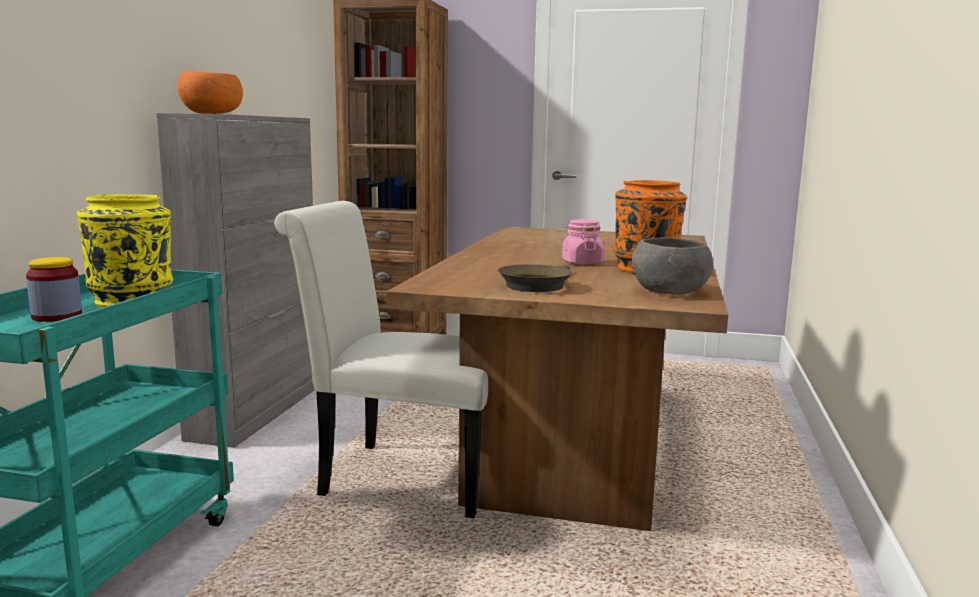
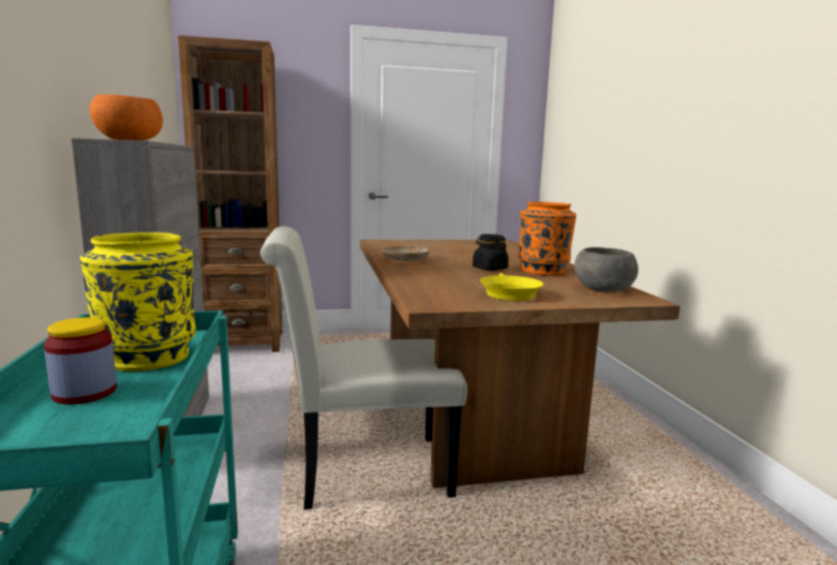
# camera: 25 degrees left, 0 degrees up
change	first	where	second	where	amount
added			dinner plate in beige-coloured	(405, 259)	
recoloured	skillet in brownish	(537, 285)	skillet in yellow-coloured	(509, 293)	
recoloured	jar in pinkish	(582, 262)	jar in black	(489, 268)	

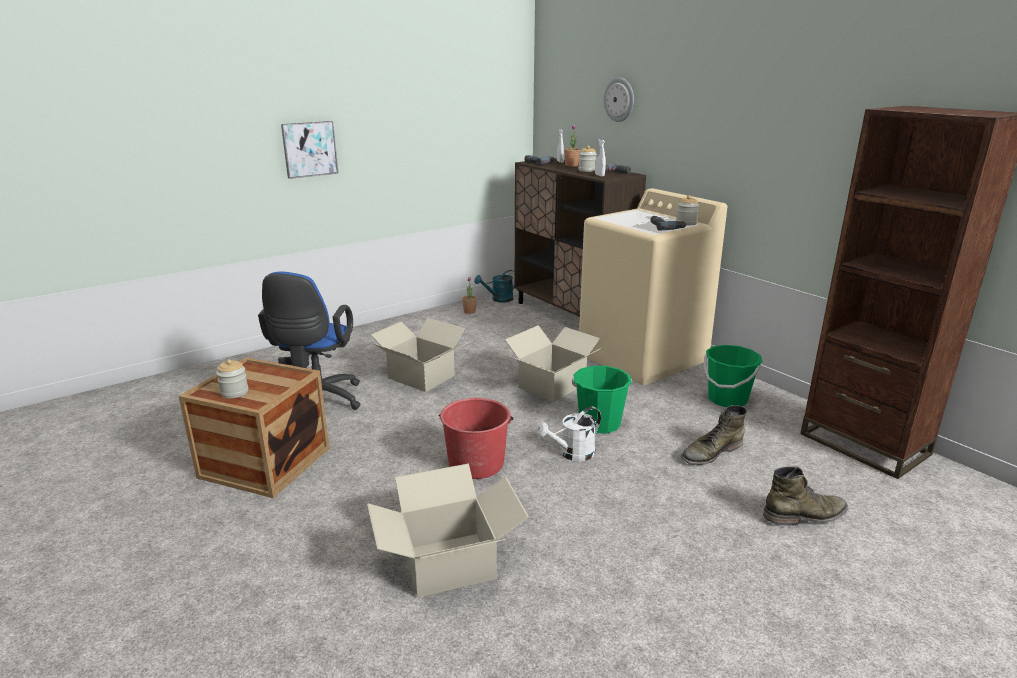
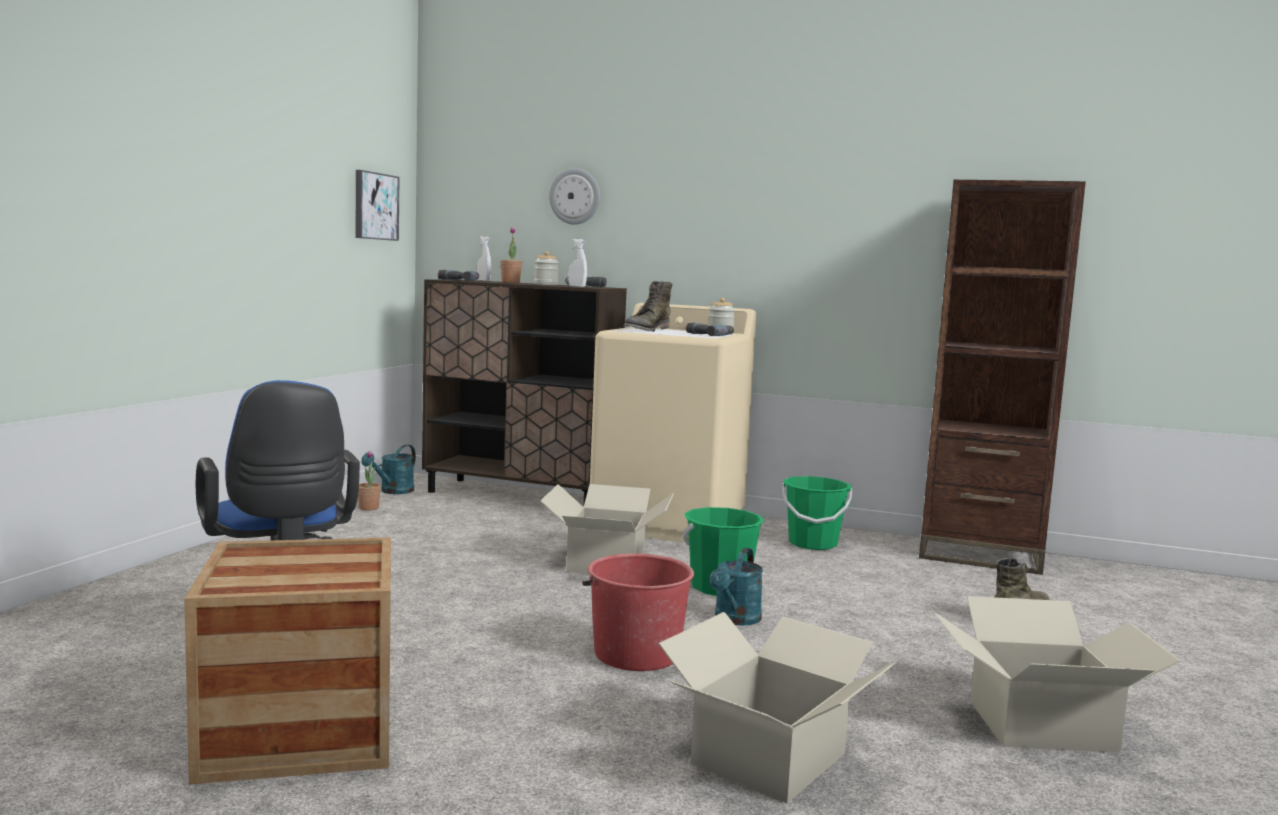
# camera: 35 degrees left, 15 degrees down
change	first	where	second	where	amount
removed	jar	(234, 392)			
moved	wall art	(309, 149)		(375, 206)	
moved	carton	(421, 377)		(1042, 726)	
moved	boot in green	(711, 452)		(646, 330)	
recoloured	watering can in whitish	(572, 454)	watering can in turquoise	(735, 620)	

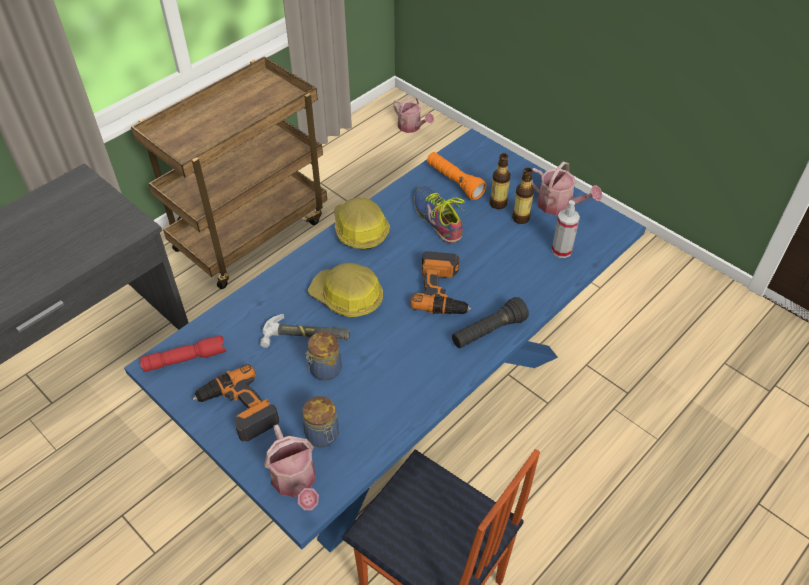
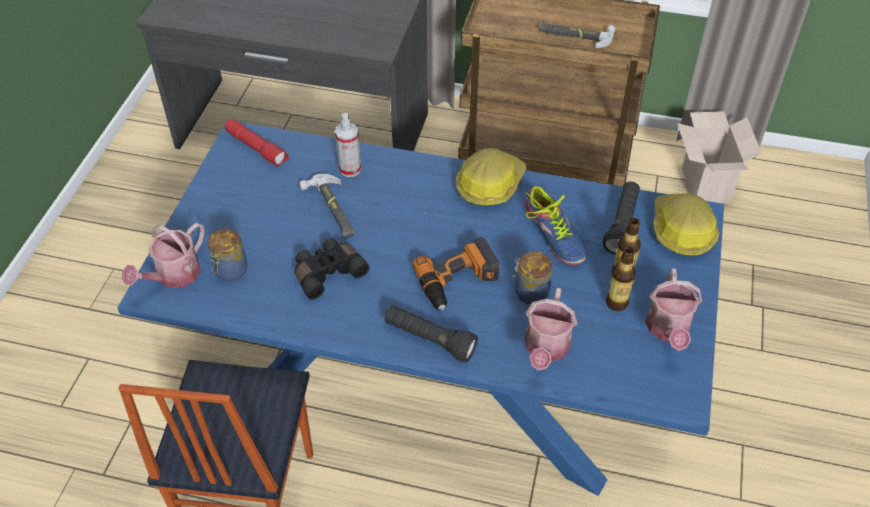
# camera: 60 degrees right, 0 degrees up
change	first	where	second	where	amount
removed	electric drill	(238, 409)			
added			field glasses in black	(328, 272)	
added			hand hammer	(575, 35)	
added			carton	(703, 184)	
moved	jar	(324, 370)		(530, 292)	
moved	work helmet	(347, 297)		(680, 230)	
moved	watering can	(412, 127)		(546, 349)	
moved	spray bottle	(561, 250)		(350, 169)	
recoloured	flashlight in orange-coloured	(454, 182)	flashlight in black	(621, 225)	
turned	shoe	(437, 219)		(554, 235)	120 degrees clockwise

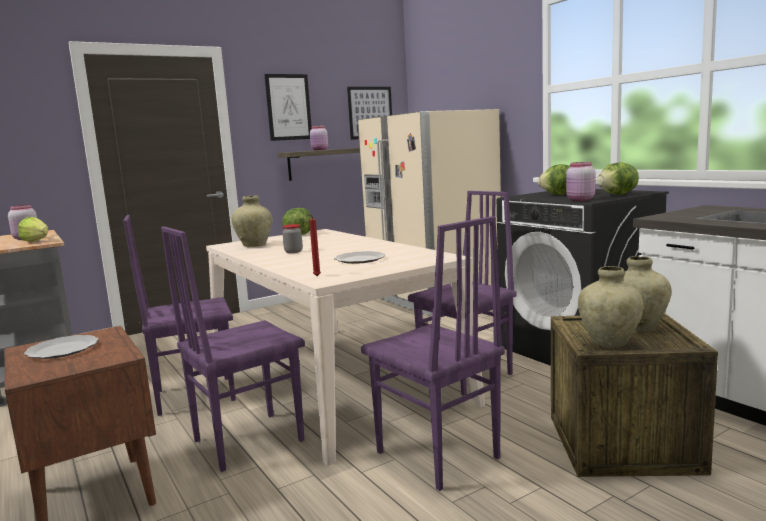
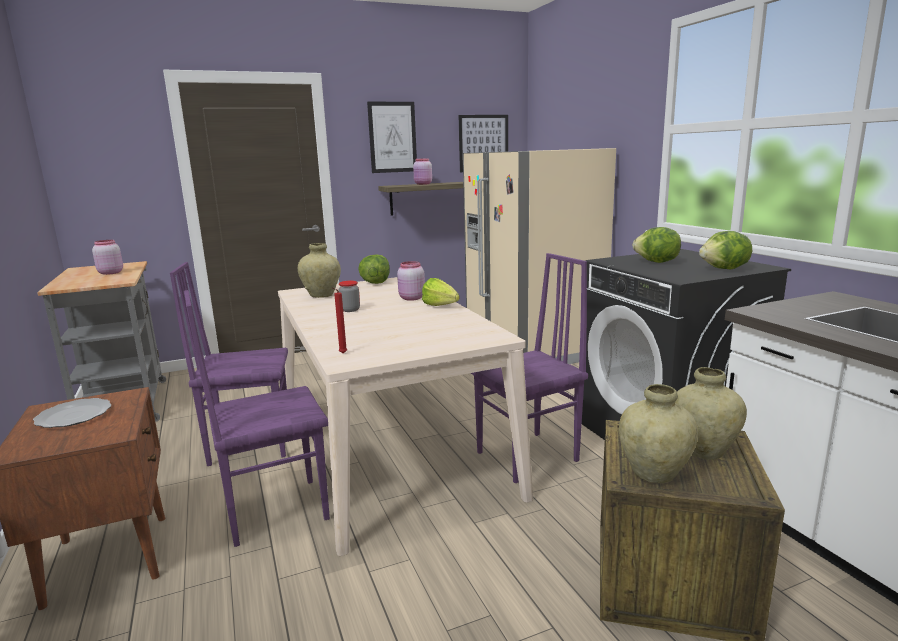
# camera: 10 degrees right, 5 degrees up
change	first	where	second	where	amount
removed	dinner plate	(359, 259)			
removed	plain chair in purple-coloured	(436, 456)			
moved	lettuce head	(38, 242)		(442, 307)	
moved	jar in pinkish	(579, 200)		(411, 298)	

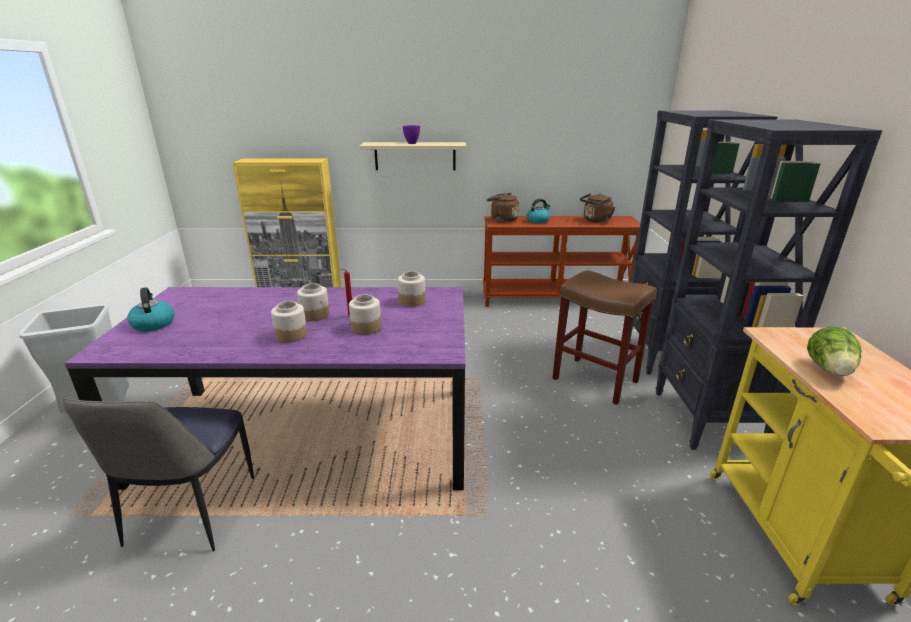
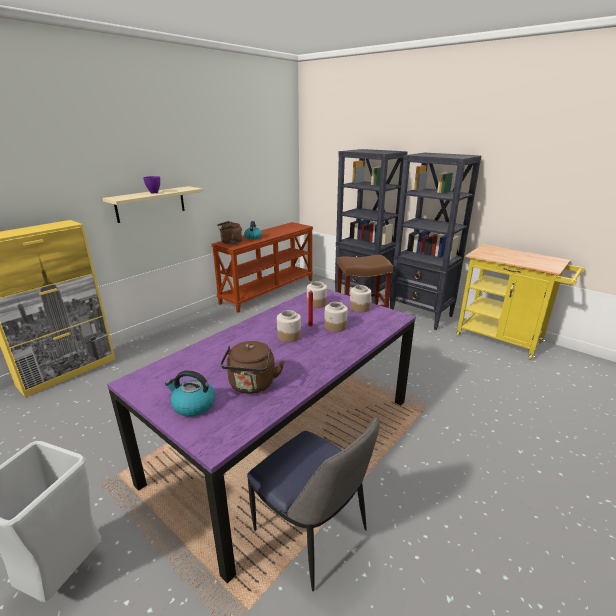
# camera: 50 degrees left, 0 degrees up
change	first	where	second	where	amount
removed	lettuce head	(829, 370)			
moved	jar	(291, 335)		(359, 308)	
moved	water kettle in brownish	(595, 220)		(252, 385)	

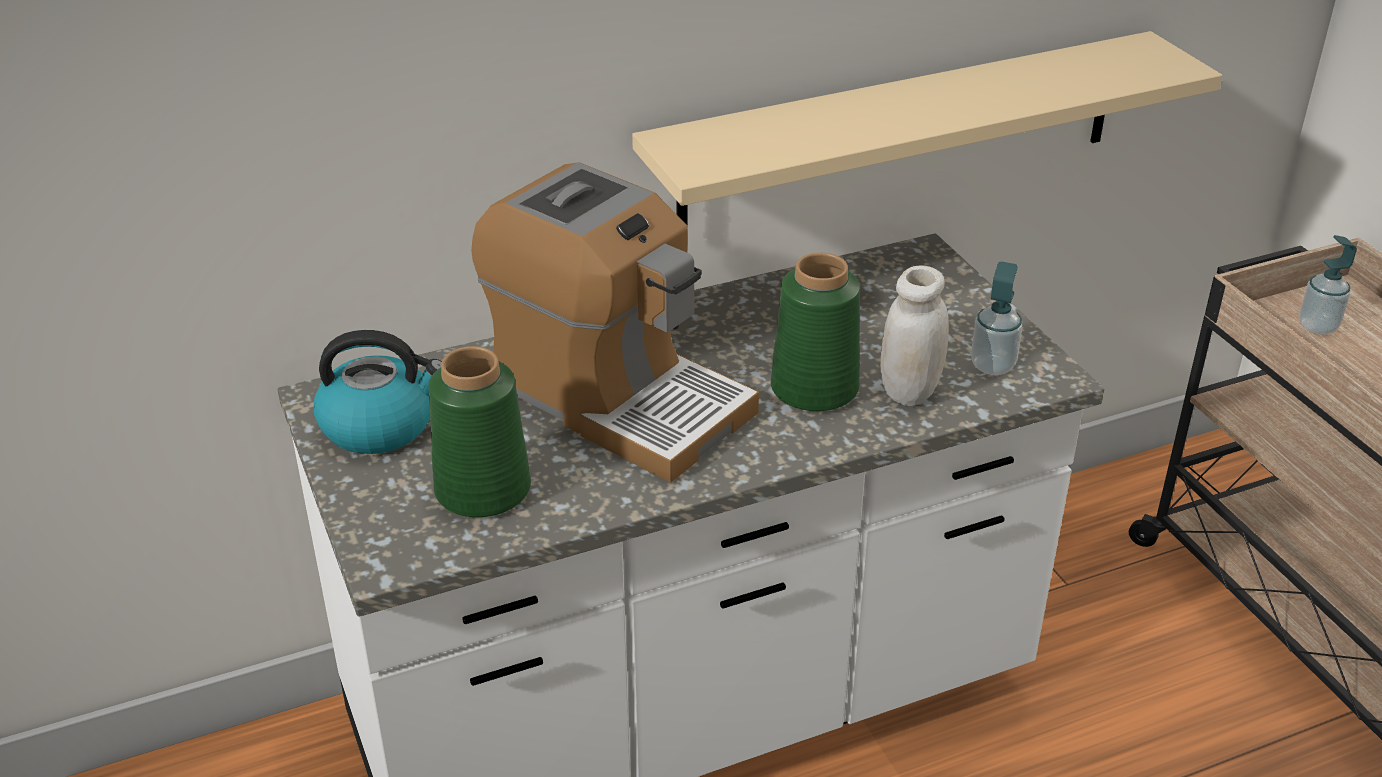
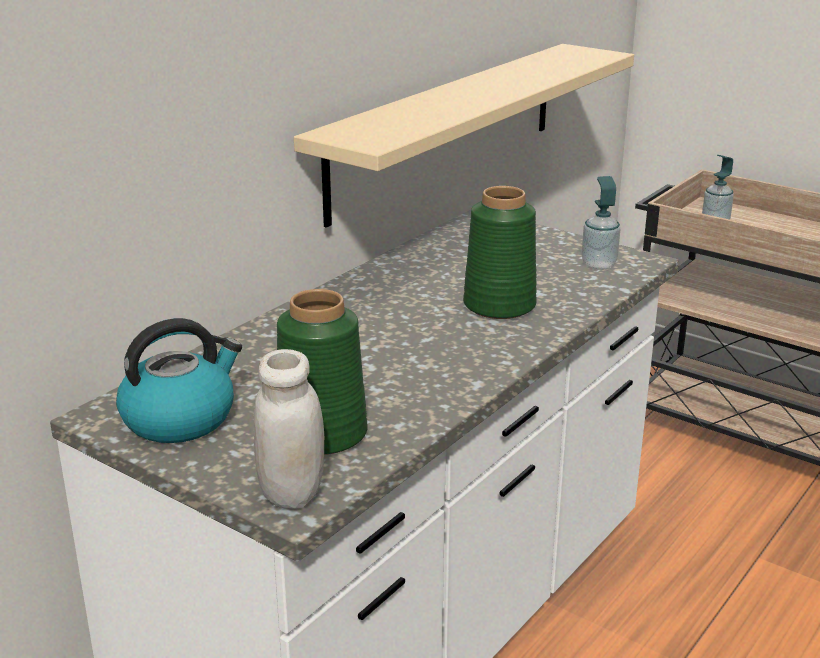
# camera: 30 degrees left, 10 degrees down
change	first	where	second	where	amount
removed	coffee brewer	(617, 398)			
moved	jar in whitish	(910, 391)		(292, 493)	

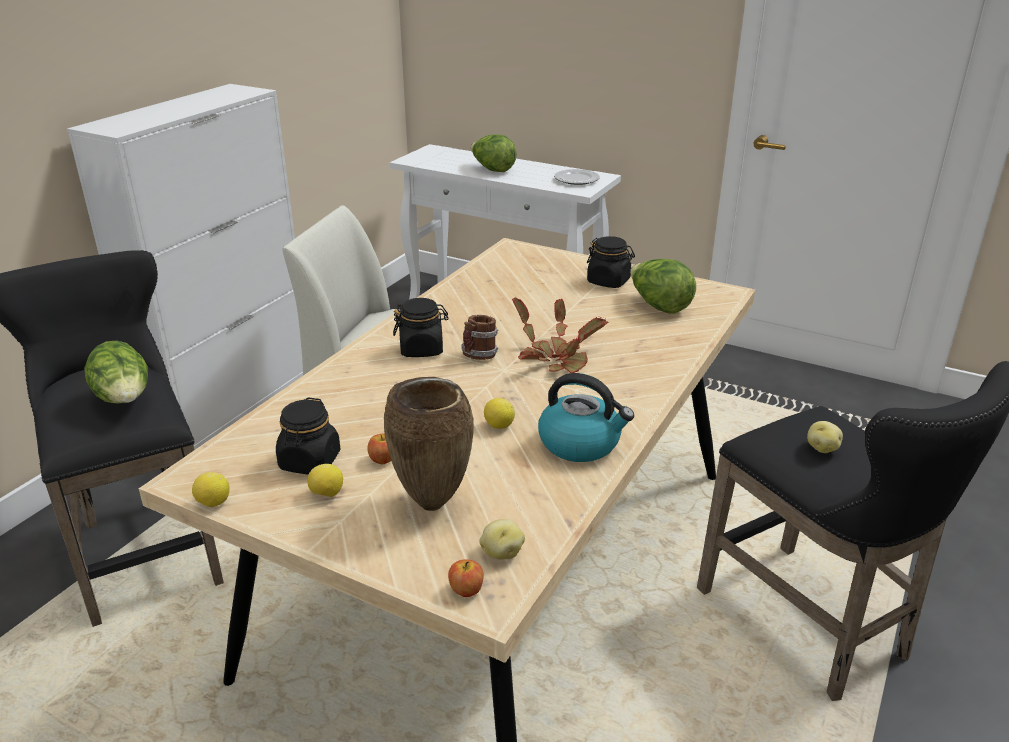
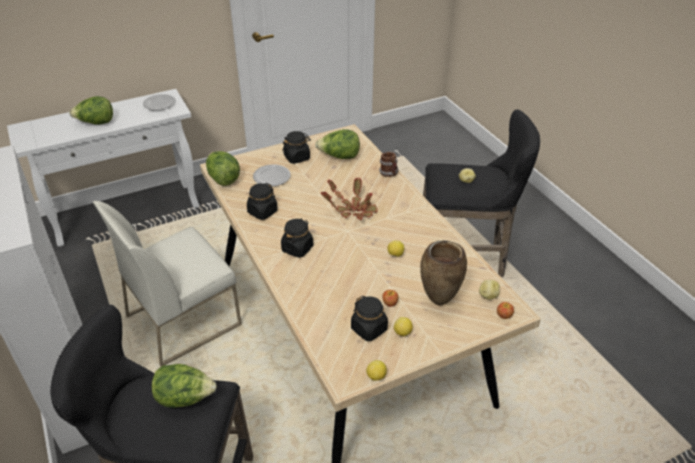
# camera: 55 degrees left, 10 degrees up
change	first	where	second	where	amount
removed	water kettle	(581, 443)			
added			lettuce head	(223, 179)	
added			jar in black	(262, 212)	
added			dinner plate	(272, 177)	
moved	mug	(478, 356)		(389, 174)	

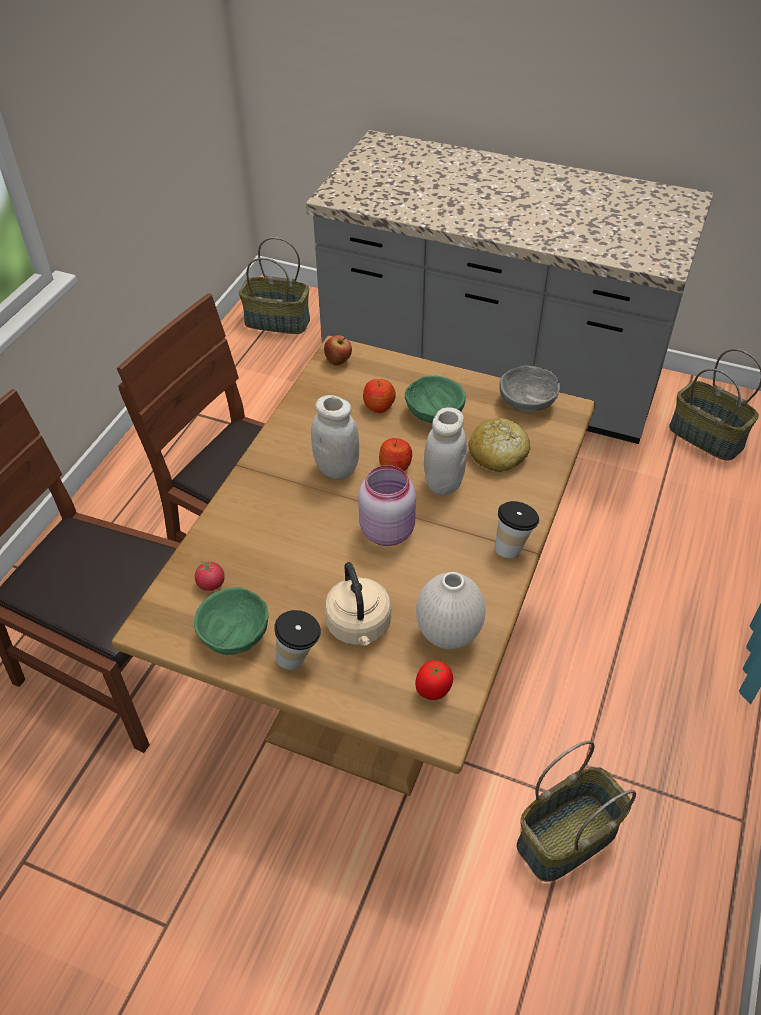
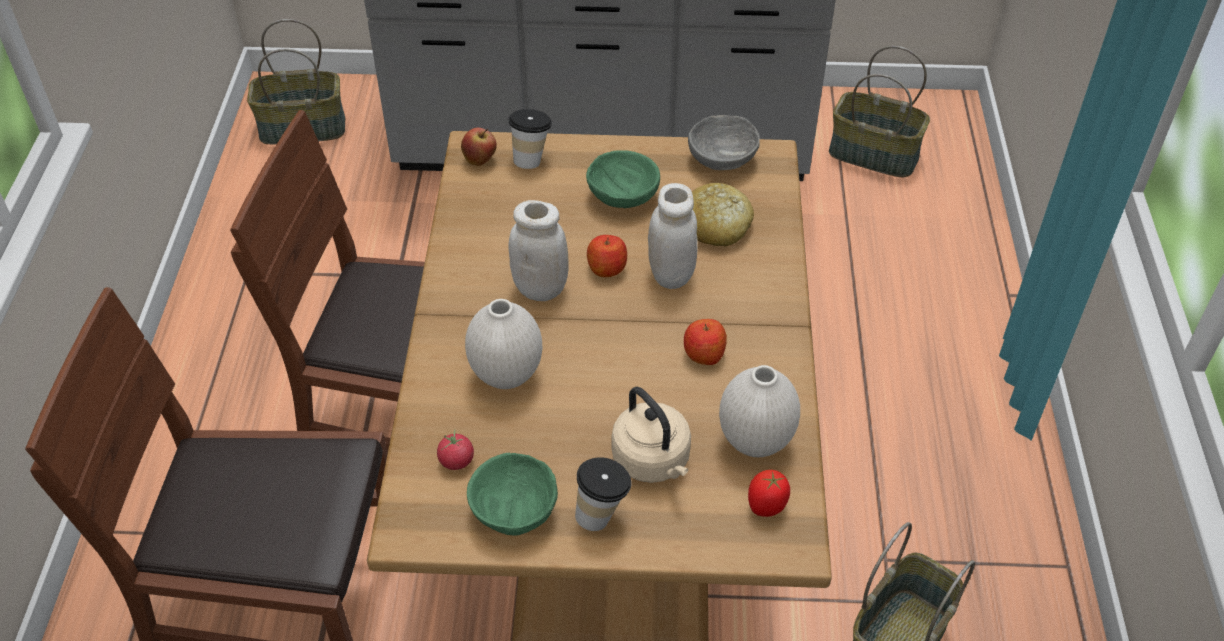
# camera: 20 degrees left, 0 degrees up
change	first	where	second	where	amount
removed	jar in pinkish	(387, 530)			
added			decorative vase in whitish	(506, 377)	
moved	apple fruit	(379, 406)		(704, 353)	
moved	small cup	(512, 546)		(531, 159)	

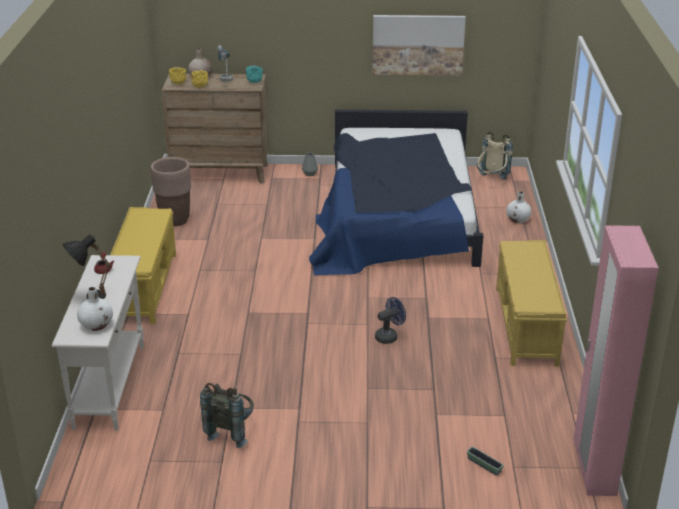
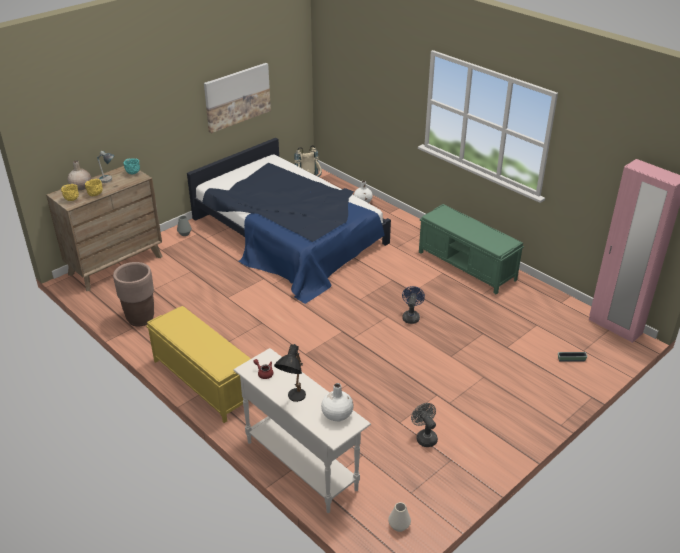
# camera: 45 degrees left, 5 degrees up
change	first	where	second	where	amount
added			decorative vase in whitish	(399, 526)	
replaced	rucksack in gray	(231, 431)	electric fan in gray	(424, 437)	
recoloured	indoor bench in yellow-coloured	(526, 326)	indoor bench in green	(467, 266)	

